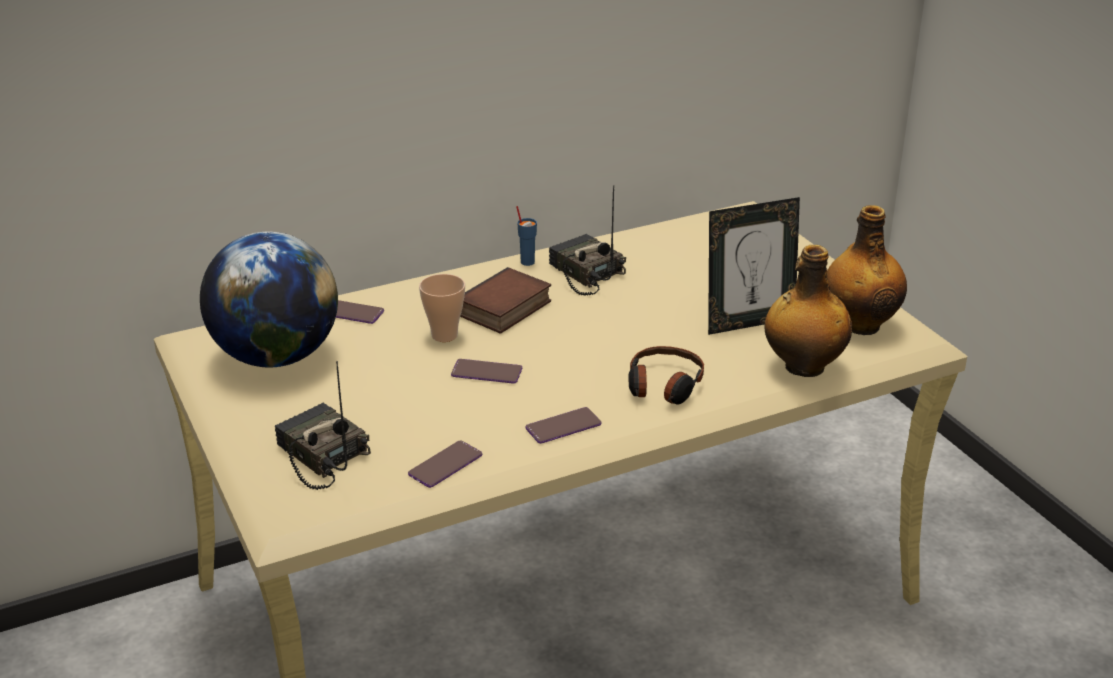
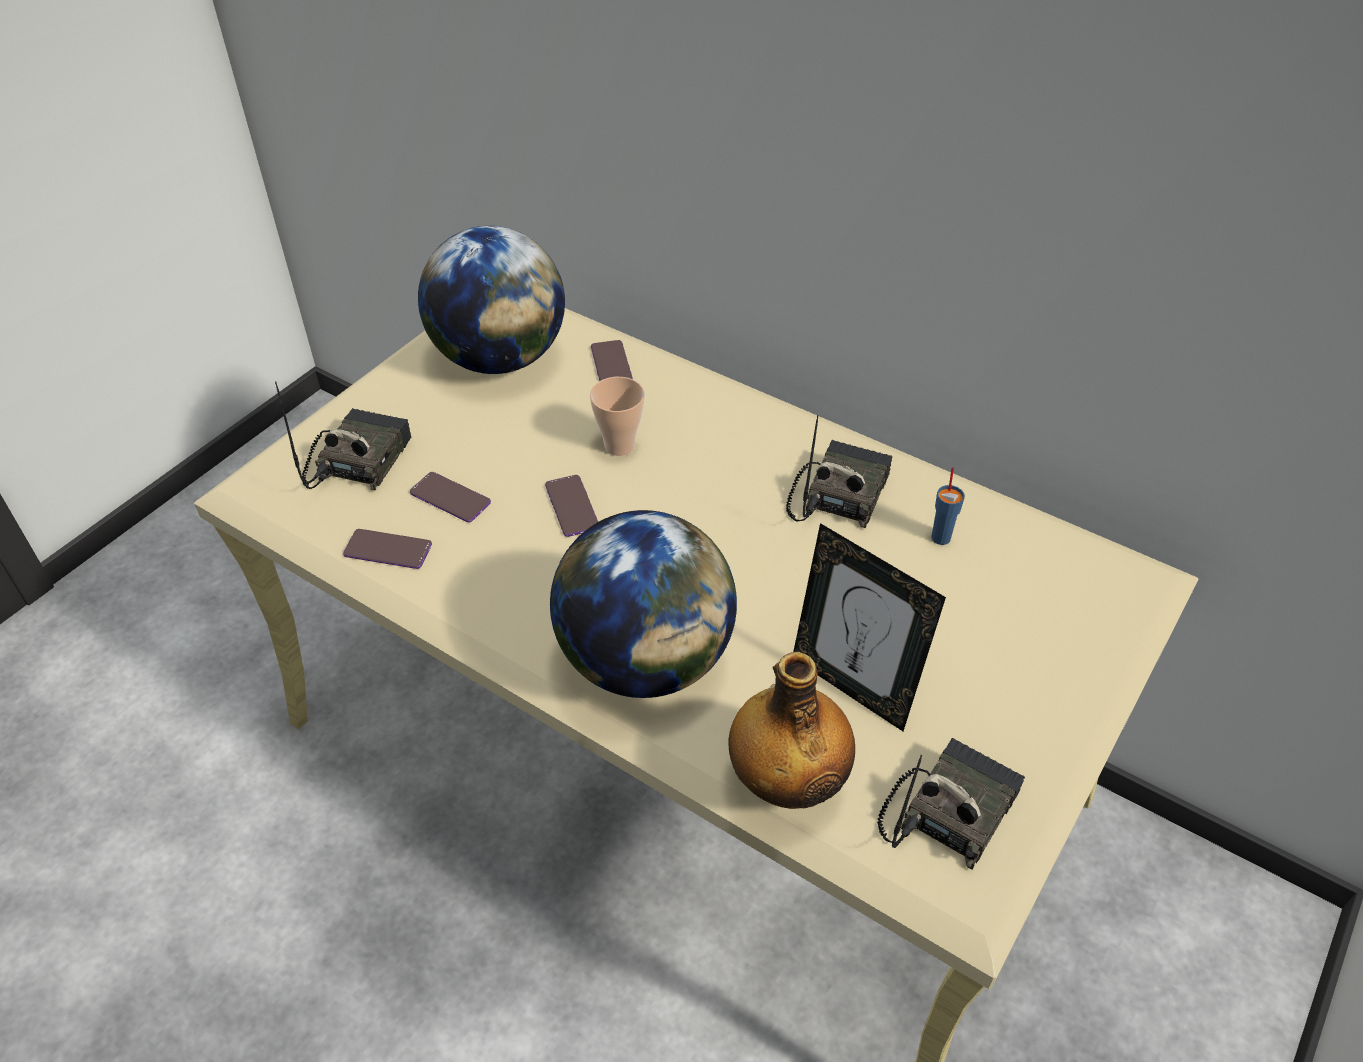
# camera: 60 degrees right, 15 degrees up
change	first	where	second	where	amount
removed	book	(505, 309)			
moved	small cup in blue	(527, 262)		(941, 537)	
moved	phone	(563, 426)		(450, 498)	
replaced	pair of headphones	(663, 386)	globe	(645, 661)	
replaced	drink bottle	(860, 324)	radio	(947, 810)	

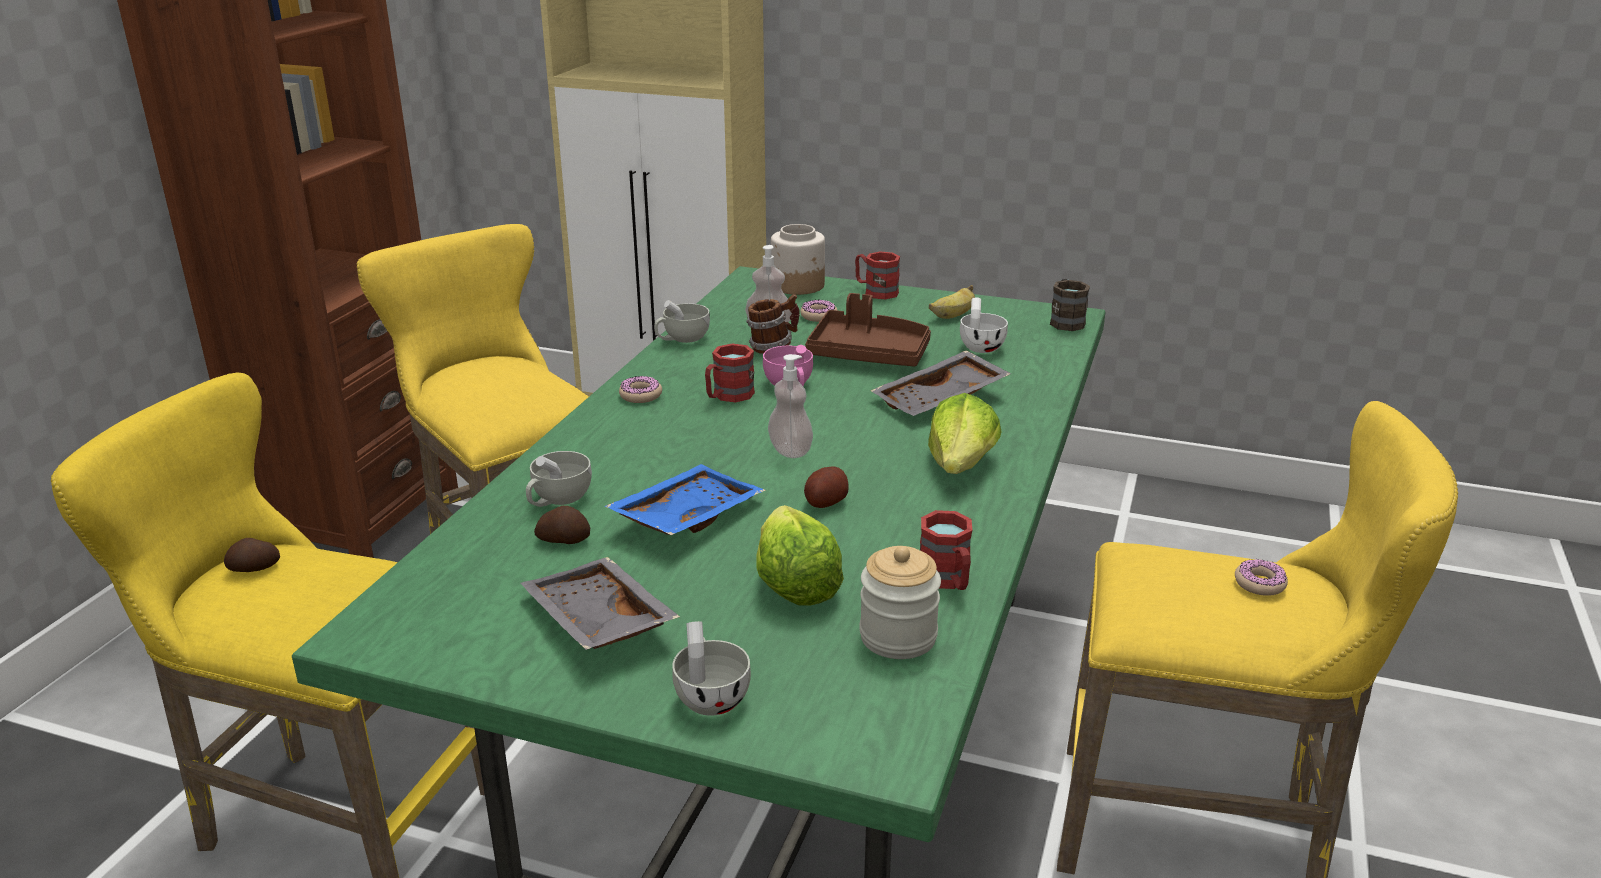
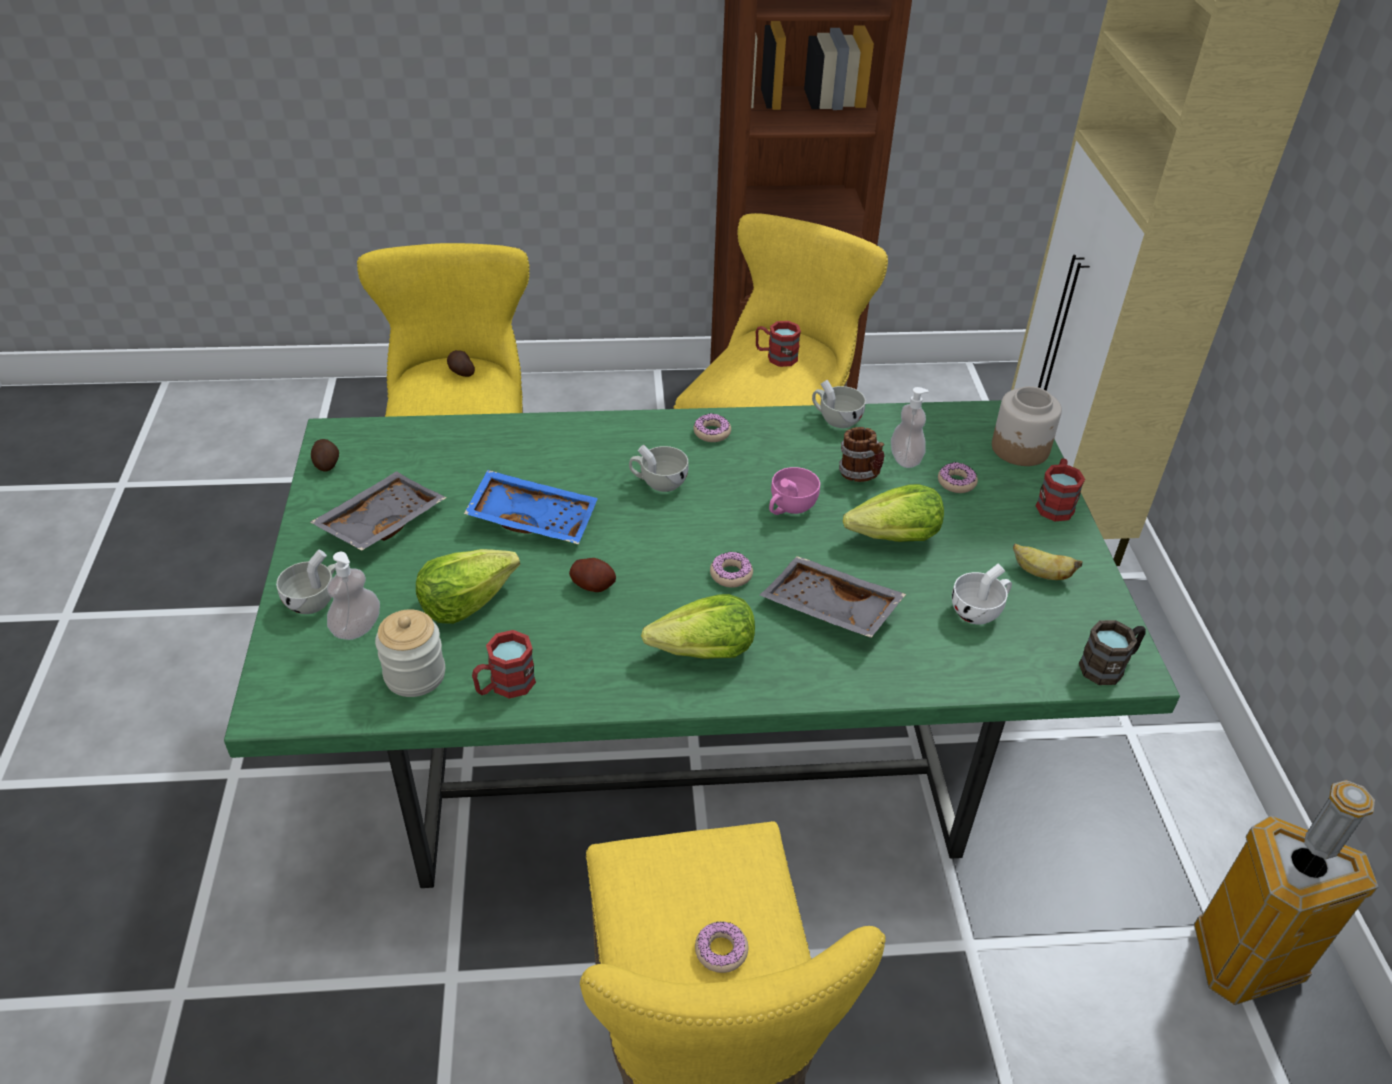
# camera: 65 degrees right, 15 degrees up
change	first	where	second	where	amount
added			doughnut	(731, 574)	
added			trash can	(1245, 963)	
moved	small cup in whitish	(557, 500)		(658, 482)	
moved	potato	(564, 539)		(327, 463)	
moved	mug in reddish	(728, 396)		(776, 357)	
moved	soap bottle	(790, 451)		(357, 628)	
replaced	tray in brownish	(868, 354)	lettuce head	(895, 537)	

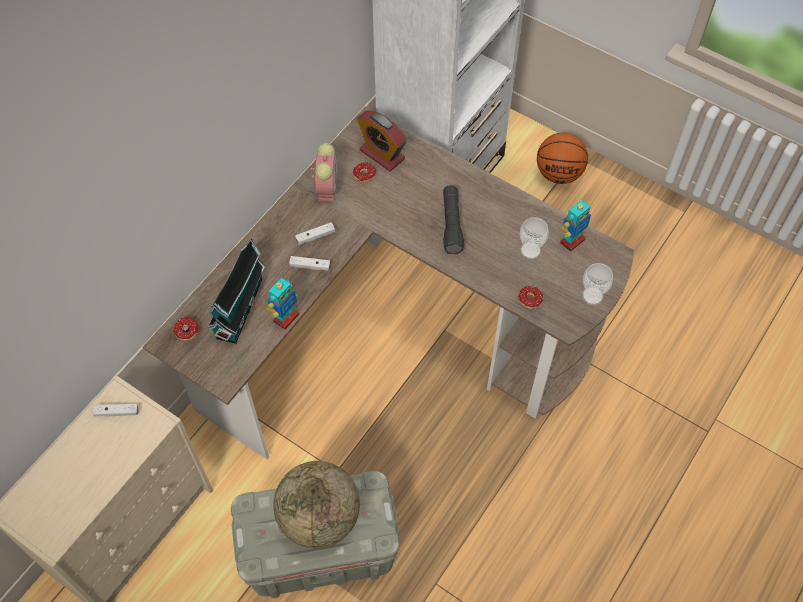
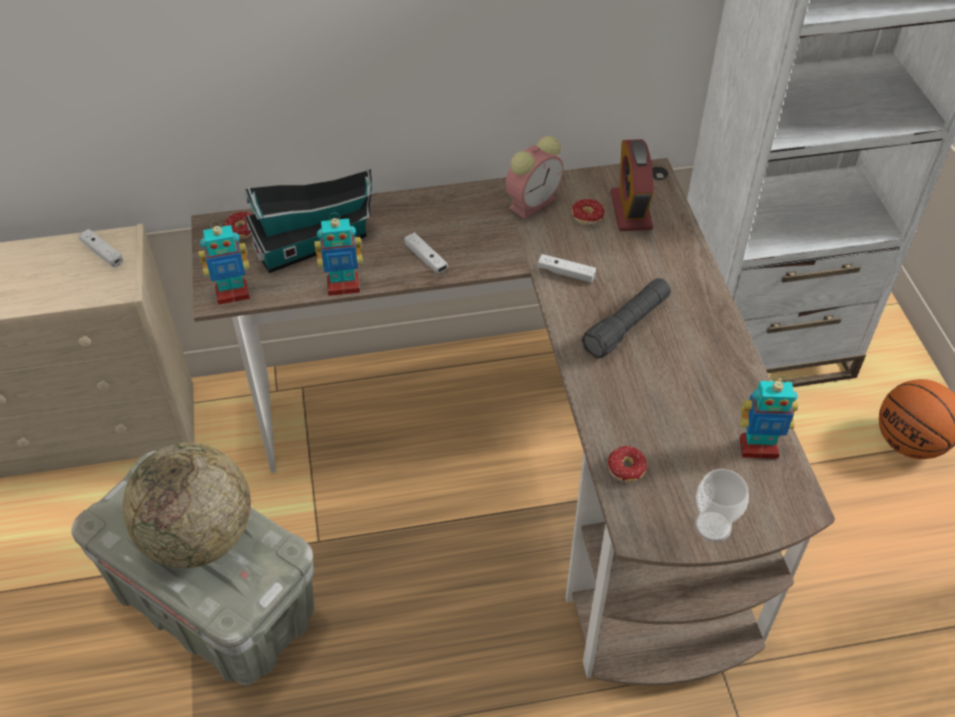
# camera: 45 degrees right, 10 degrees down
change	first	where	second	where	amount
removed	small cup	(530, 250)			
added			toy robot	(232, 293)	
moved	joypad in whitish	(315, 236)		(566, 273)	

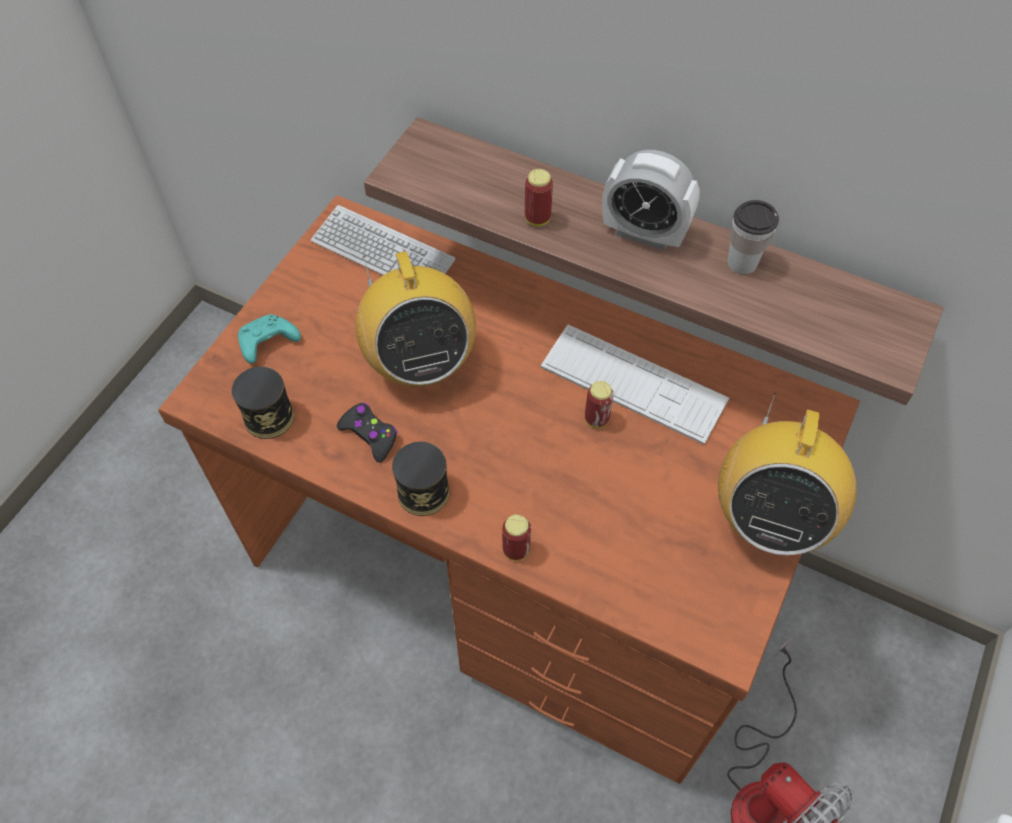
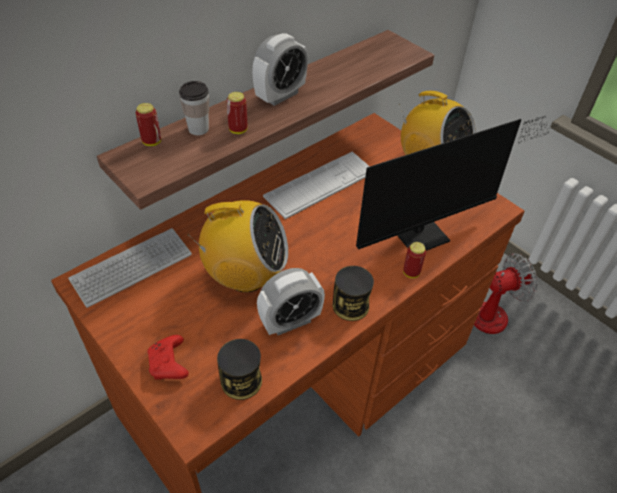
# camera: 70 degrees left, 10 degrees down
change	first	where	second	where	amount
added			monitor	(427, 232)	
moved	can	(596, 419)		(152, 142)	
moved	small cup	(742, 262)		(198, 129)	
replaced	joypad in black	(370, 435)	table clock	(290, 321)	
recoloured	joypad in turquoise	(267, 344)	joypad in reddish	(169, 364)	

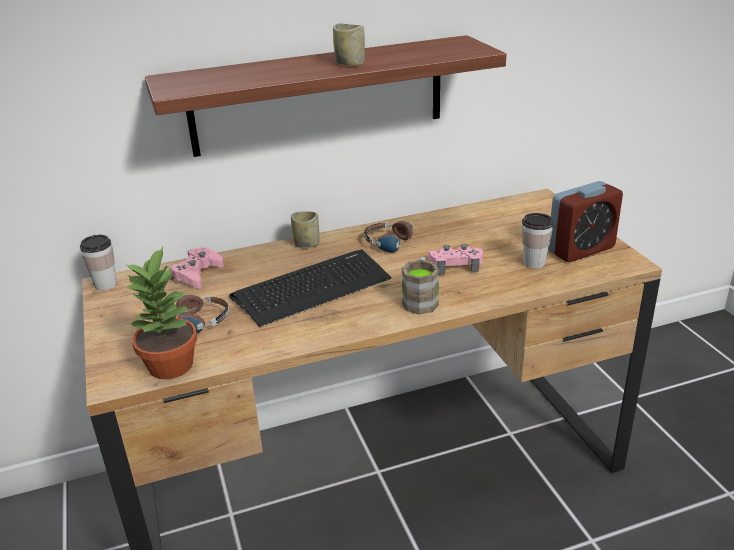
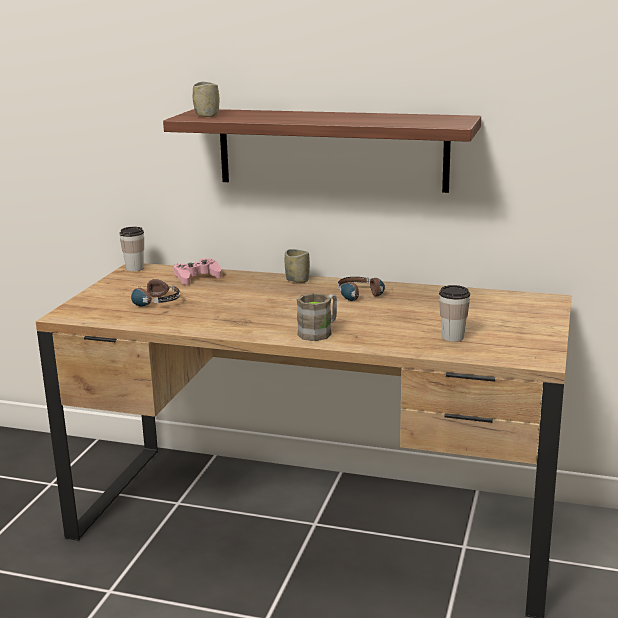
# camera: 35 degrees right, 10 degrees down
change	first	where	second	where	amount
removed	houseplant	(172, 365)			
removed	PC keyboard	(312, 288)			
removed	joypad in pinkish	(455, 265)			
removed	table clock	(581, 249)			
moved	small cup	(350, 64)		(207, 115)	

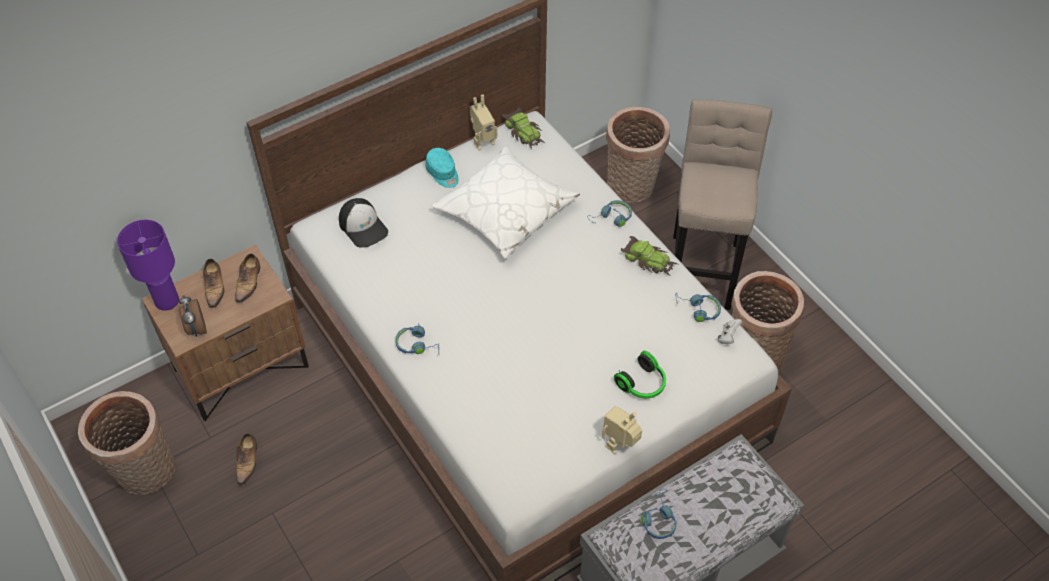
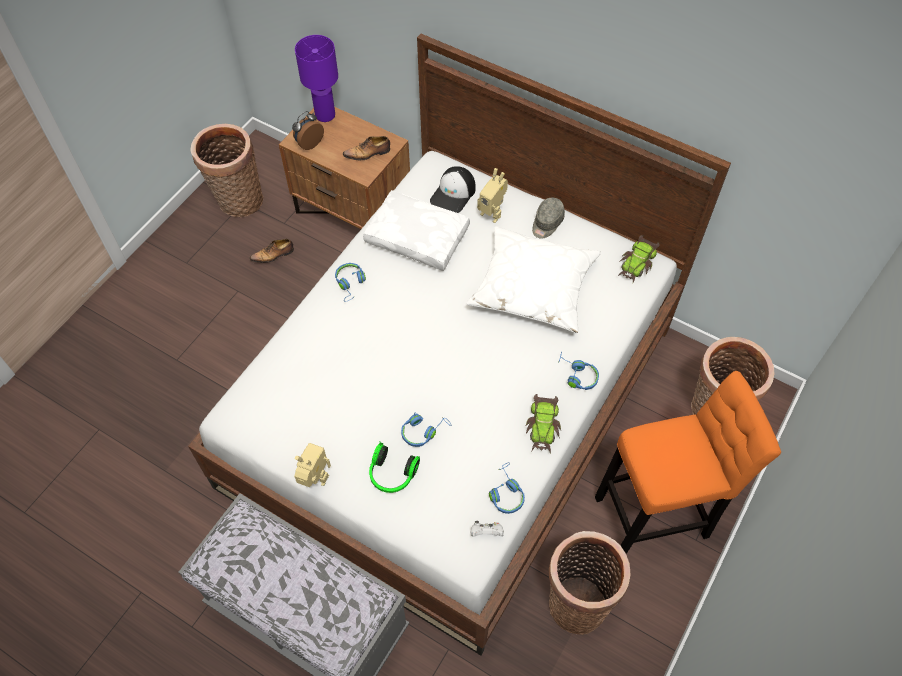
# camera: 65 degrees right, 5 degrees up
change	first	where	second	where	amount
removed	shoe	(214, 287)			
added			cushion in whitish	(418, 237)	
moved	toy robot	(482, 141)		(492, 213)	
moved	pair of headphones in blue	(658, 519)		(423, 431)	
recoloured	peaked cap in turquoise	(443, 173)	peaked cap in gray	(547, 223)	
recoloured	stool seat in beige-coloured	(703, 266)	stool seat in orange-coloured	(657, 514)	

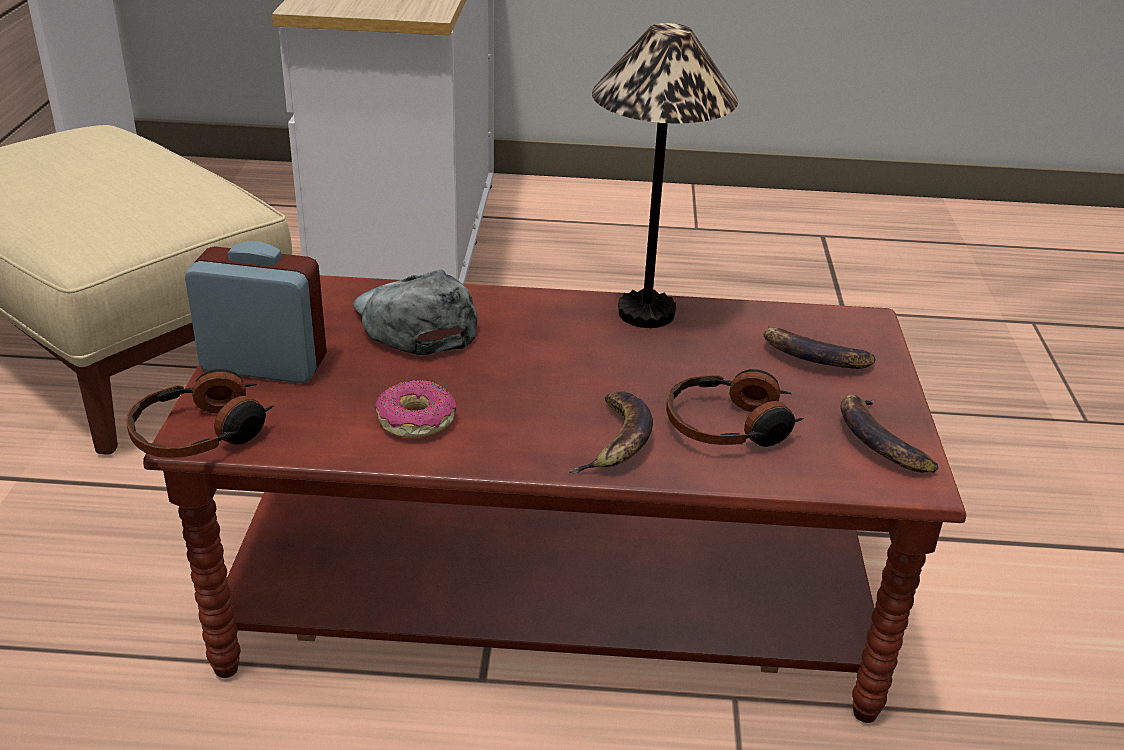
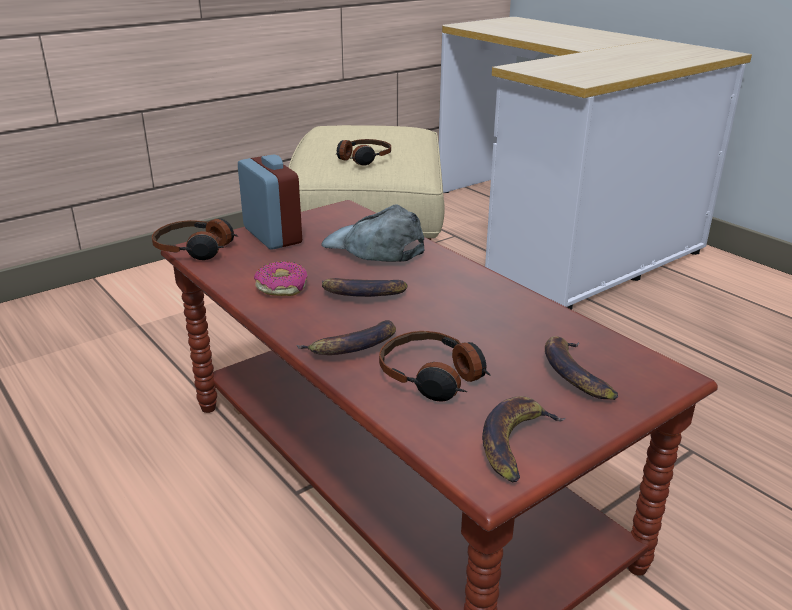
# camera: 50 degrees right, 5 degrees down
change	first	where	second	where	amount
removed	table lamp	(647, 313)			
added			banana	(362, 294)	
added			pair of headphones	(363, 159)	
turned	peaked cap in gray	(414, 321)		(373, 247)	75 degrees counterclockwise

